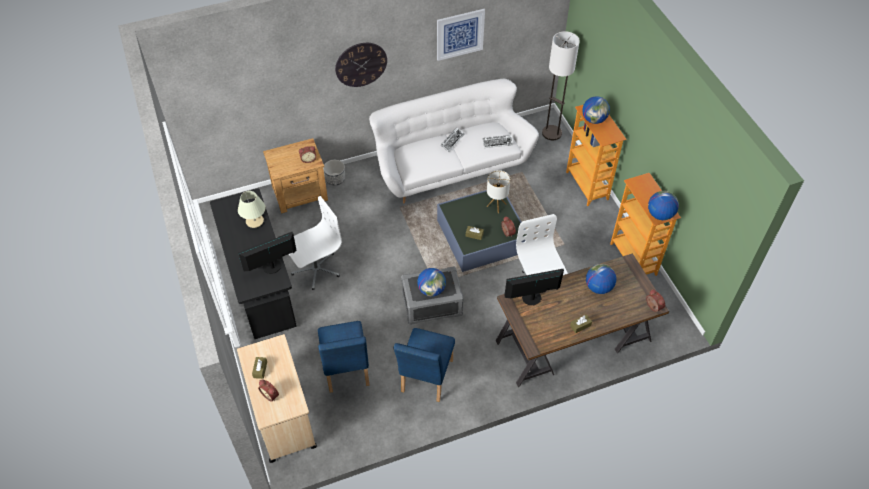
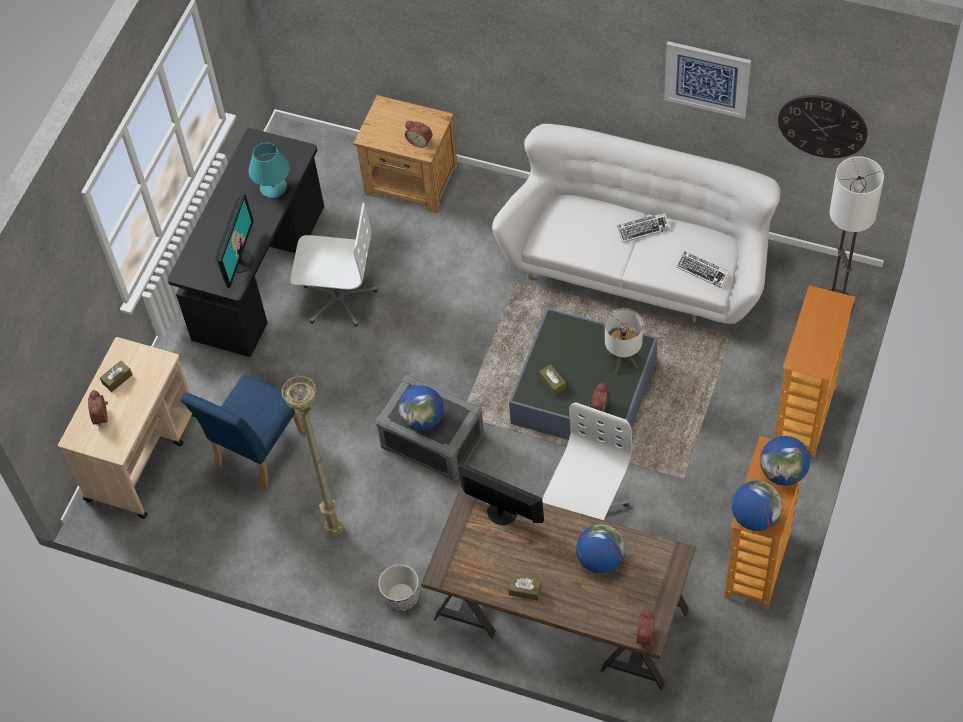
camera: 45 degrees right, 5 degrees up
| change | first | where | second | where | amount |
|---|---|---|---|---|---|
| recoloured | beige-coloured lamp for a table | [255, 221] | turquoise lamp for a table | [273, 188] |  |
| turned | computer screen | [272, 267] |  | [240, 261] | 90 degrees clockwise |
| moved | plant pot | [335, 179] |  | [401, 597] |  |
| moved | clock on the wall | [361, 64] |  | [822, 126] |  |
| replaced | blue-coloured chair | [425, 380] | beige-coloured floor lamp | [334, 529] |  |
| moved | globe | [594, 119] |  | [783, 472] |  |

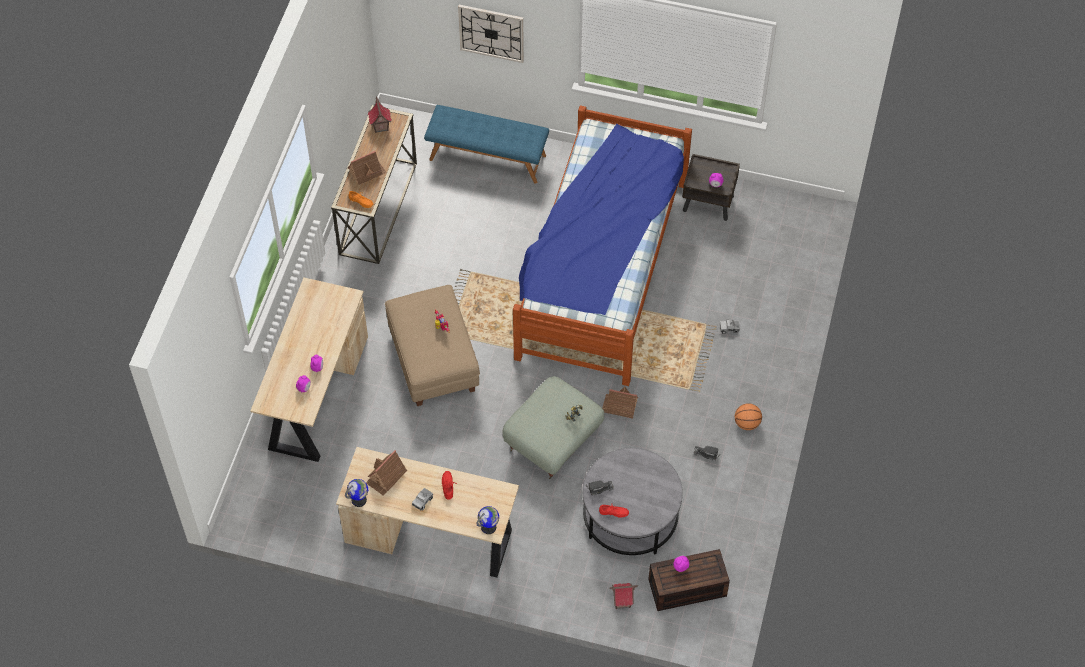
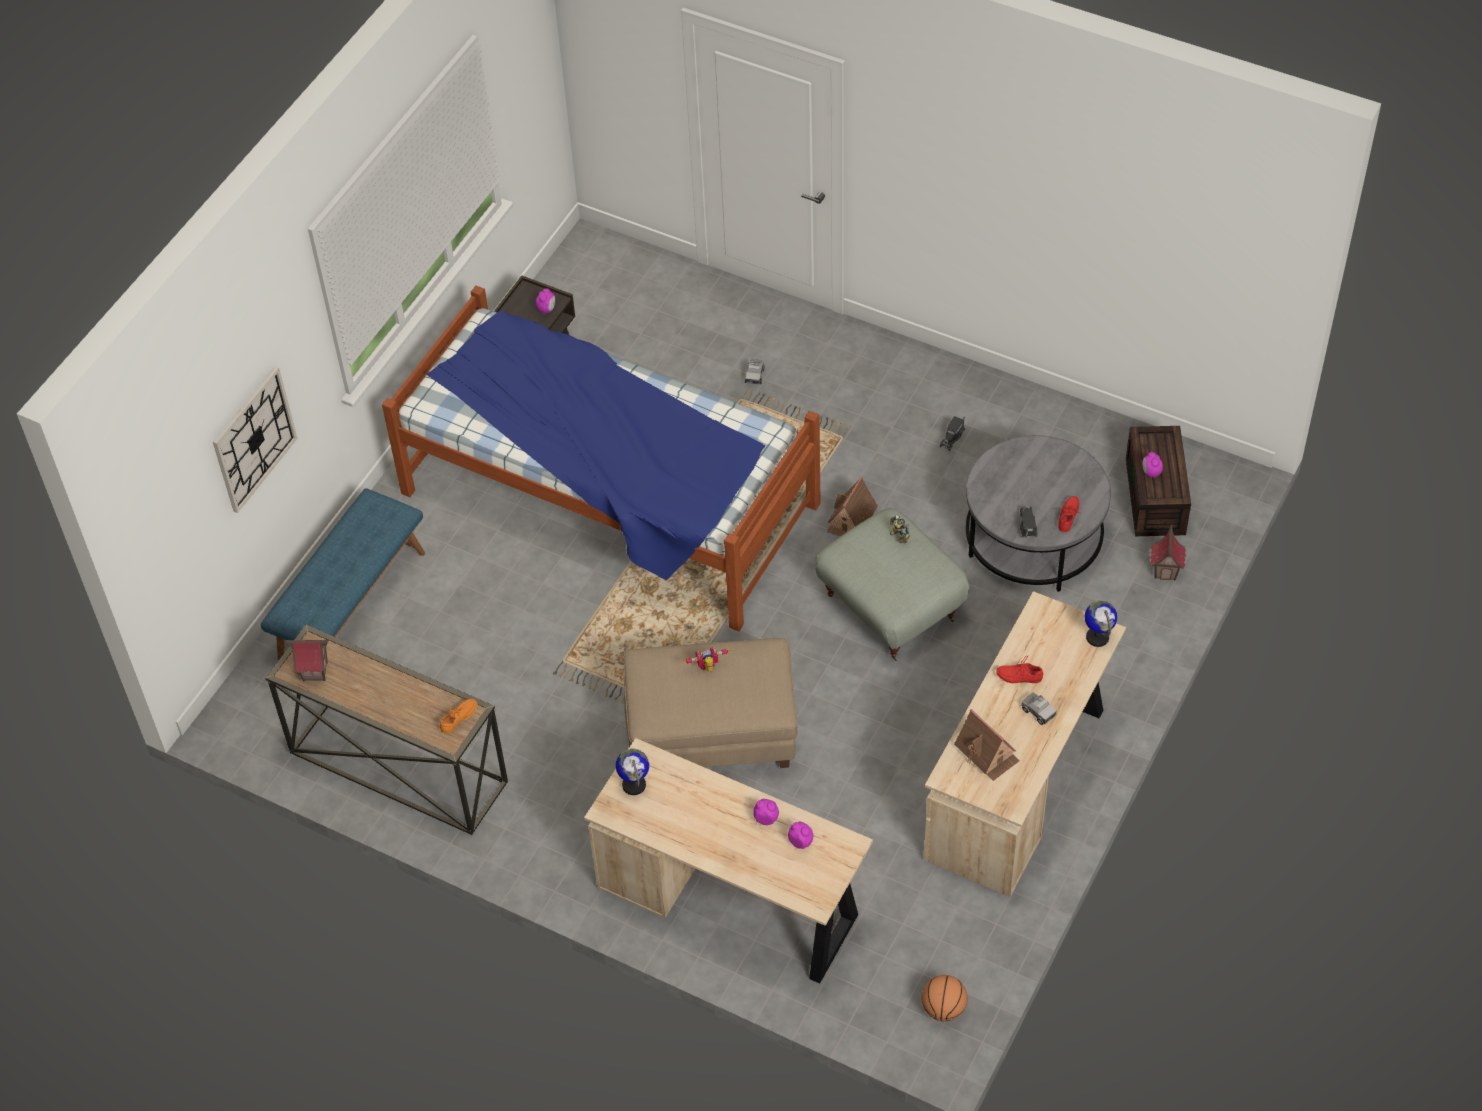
camera: 75 degrees left, 5 degrees down
| change | first | where | second | where | amount |
|---|---|---|---|---|---|
| moved | globe | [359, 500] |  | [634, 785] |  |
| removed | model house | [367, 172] |  |  |  |
| moved | basketball | [747, 423] |  | [943, 1008] |  |

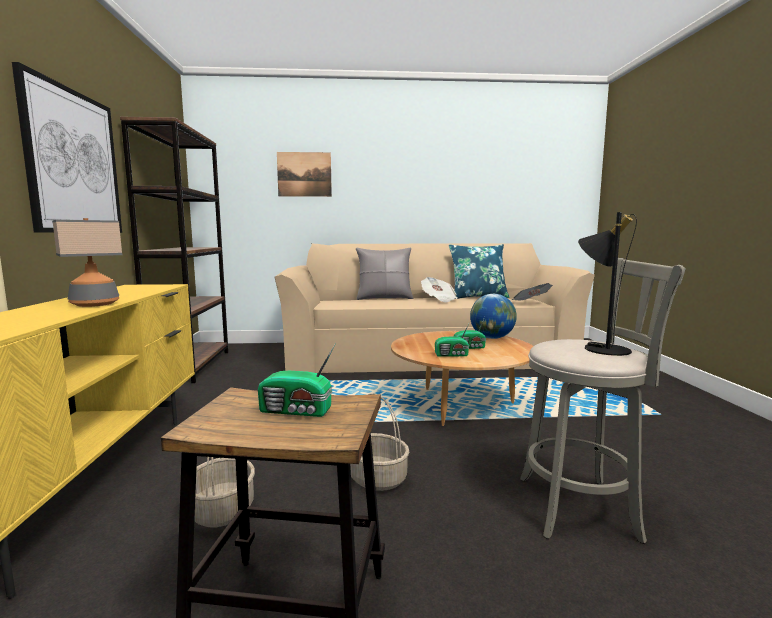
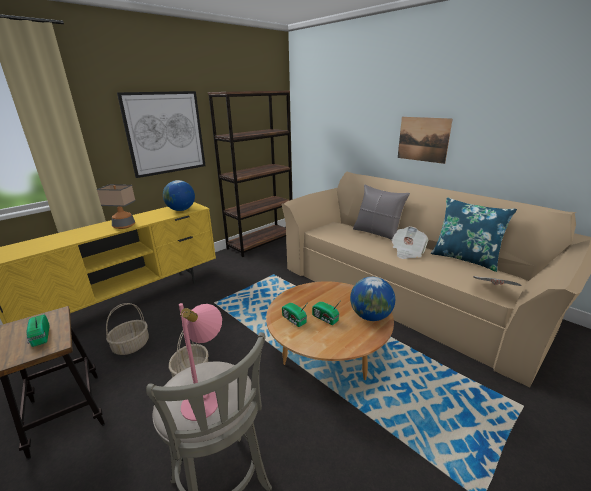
camera: 50 degrees right, 15 degrees up
| change | first | where | second | where | amount |
|---|---|---|---|---|---|
| moved | wall picture | [304, 174] |  | [423, 139] |  |
| recoloured | black lamp for a table | [600, 347] | pink-coloured lamp for a table | [205, 398] |  |
| added |  |  | globe | [181, 210] |  |

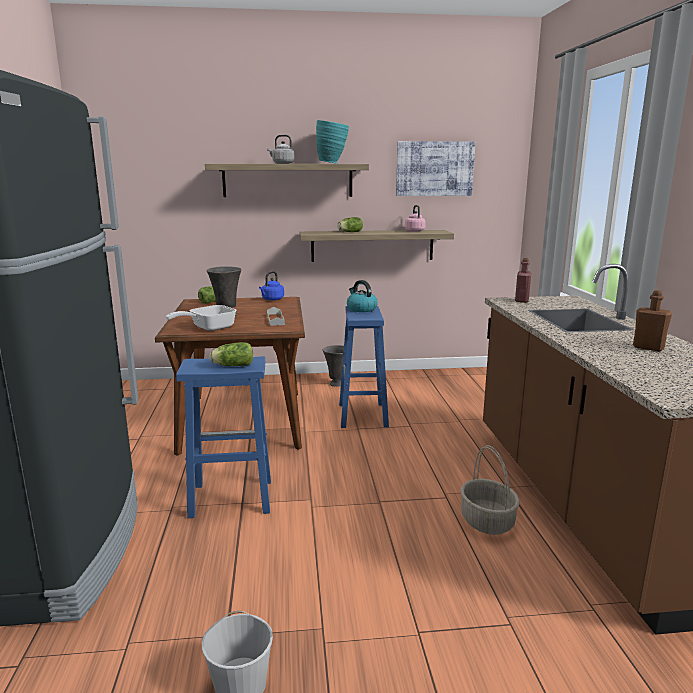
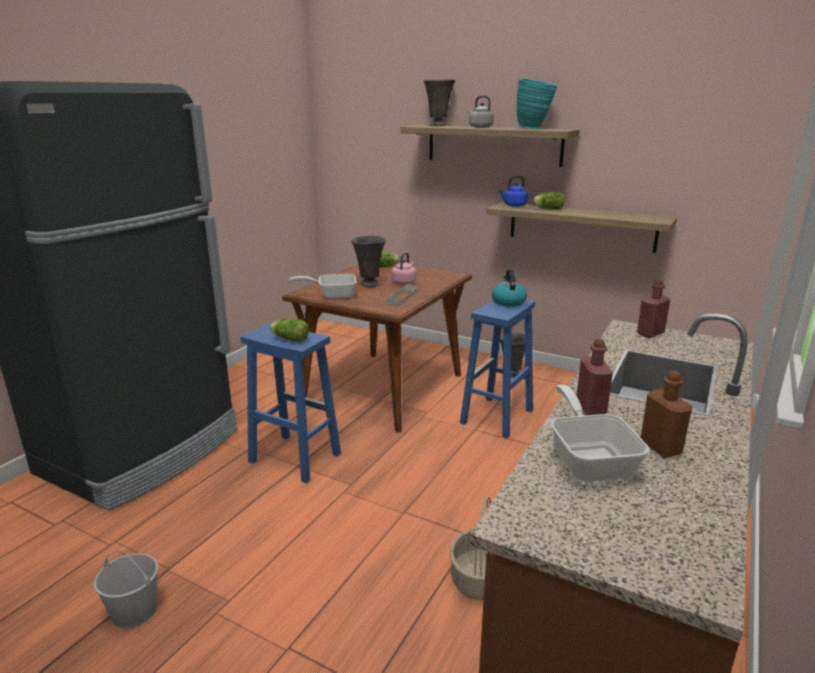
camera: 35 degrees right, 5 degrees up
| change | first | where | second | where | amount |
|---|---|---|---|---|---|
| moved | blue-coloured kettle | [272, 299] |  | [514, 205] |  |
| removed | wall picture | [434, 169] |  |  |  |
| moved | pink-coloured kettle | [414, 231] |  | [404, 282] |  |
| added |  |  | gray vase | [438, 126] |  |
| added |  |  | frying pan | [589, 459] |  |
| added |  |  | reddish bottle | [590, 408] |  |

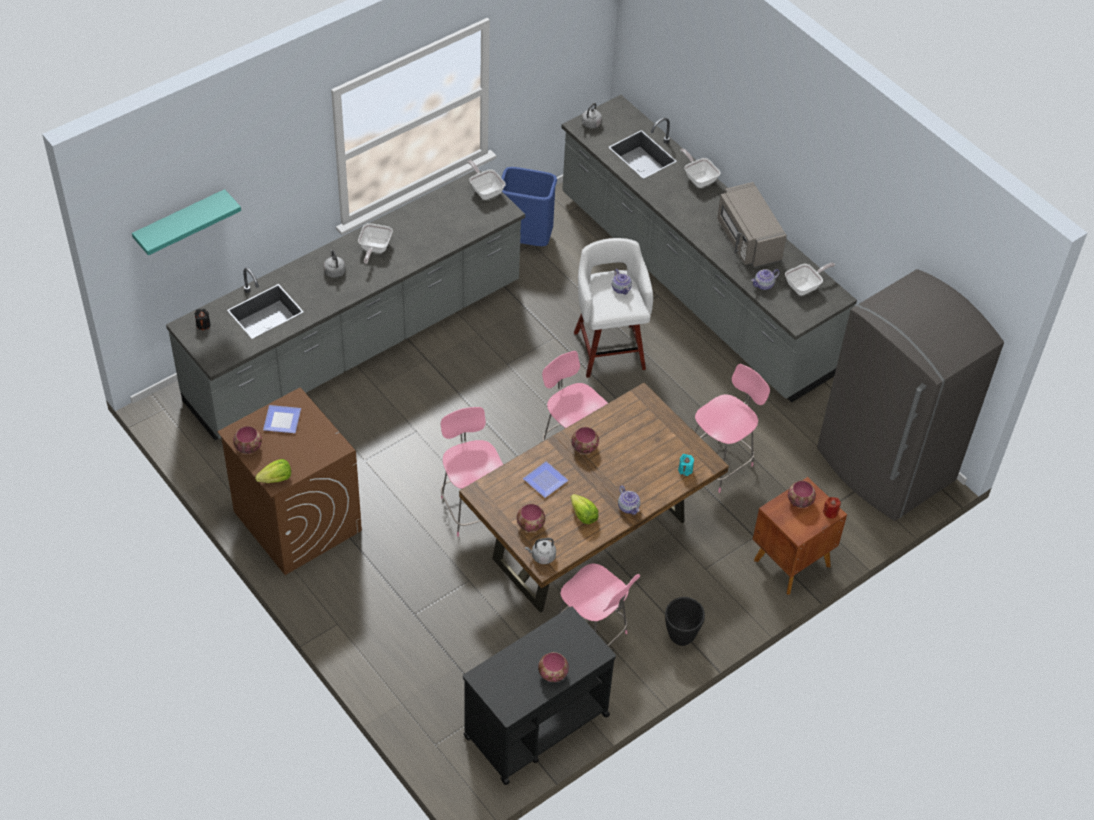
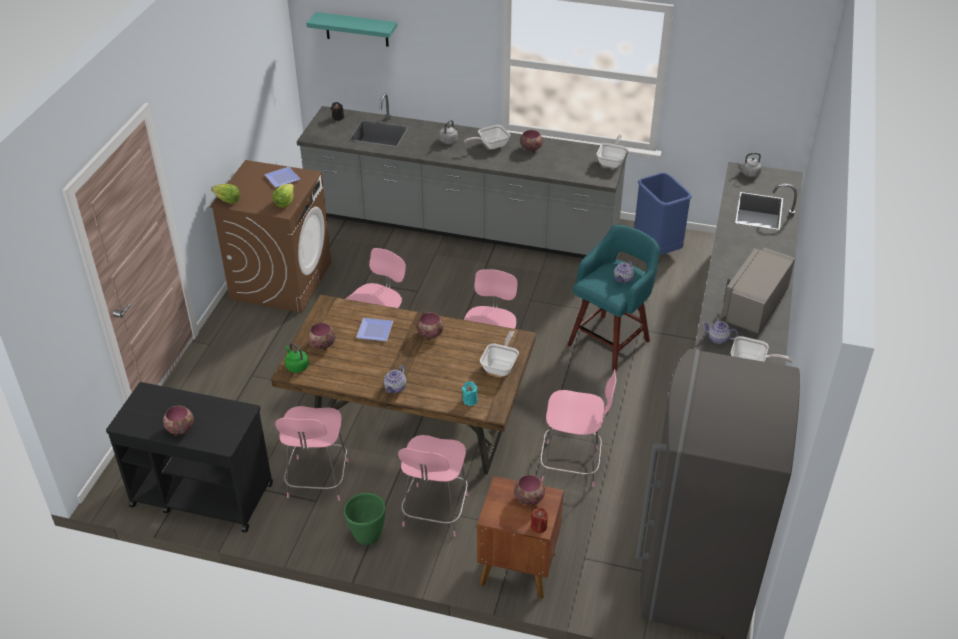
camera: 55 degrees right, 10 degrees down
| change | first | where | second | where | amount |
|---|---|---|---|---|---|
| moved | deep dish | [248, 447] |  | [531, 148] |  |
| recoloured | gray kettle | [542, 556] | green-coloured kettle | [296, 366] |  |
| moved | lettuce | [583, 515] |  | [285, 202] |  |
| recoloured | white stool | [609, 348] | turquoise stool | [610, 341] |  |
| recoloured | black plant pot | [681, 636] | green-coloured plant pot | [367, 536] |  |
| moved | frying pan | [698, 178] |  | [501, 366] |  |
| added |  |  | pink-coloured chair | [434, 512] |  |

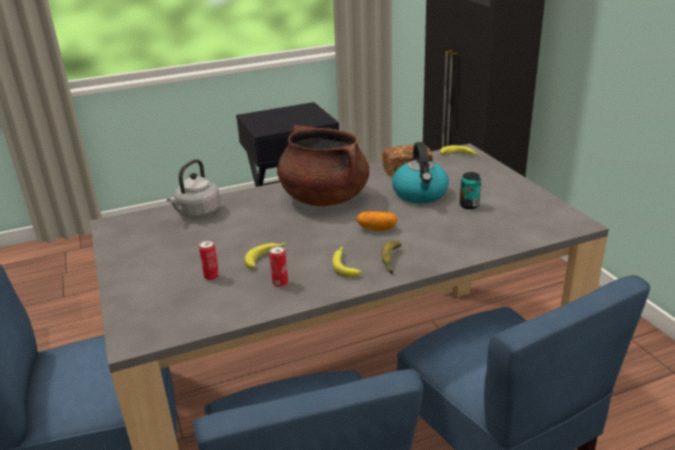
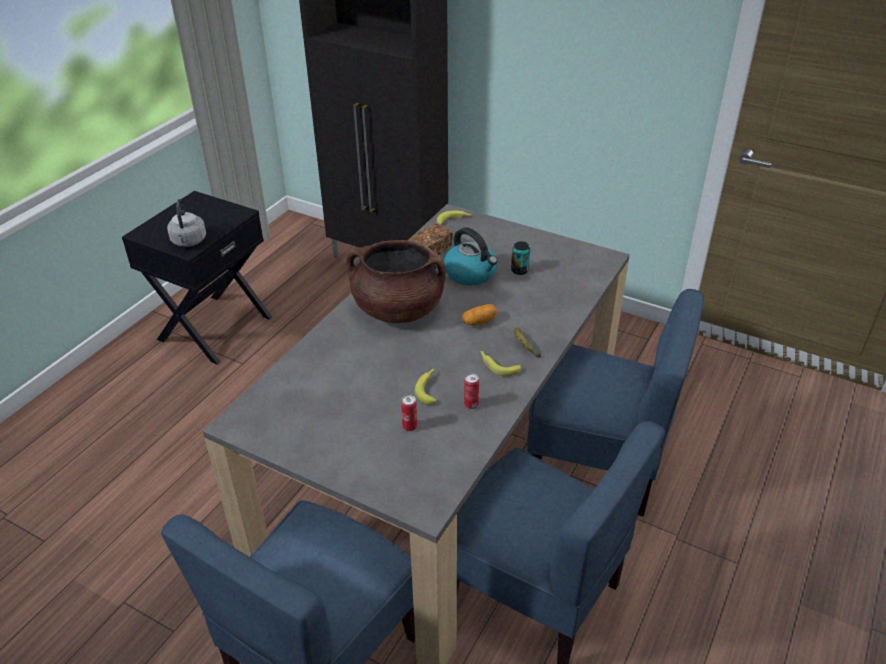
camera: 40 degrees left, 10 degrees up
| change | first | where | second | where | amount |
|---|---|---|---|---|---|
| moved | gray kettle | [197, 213] |  | [189, 242] |  |

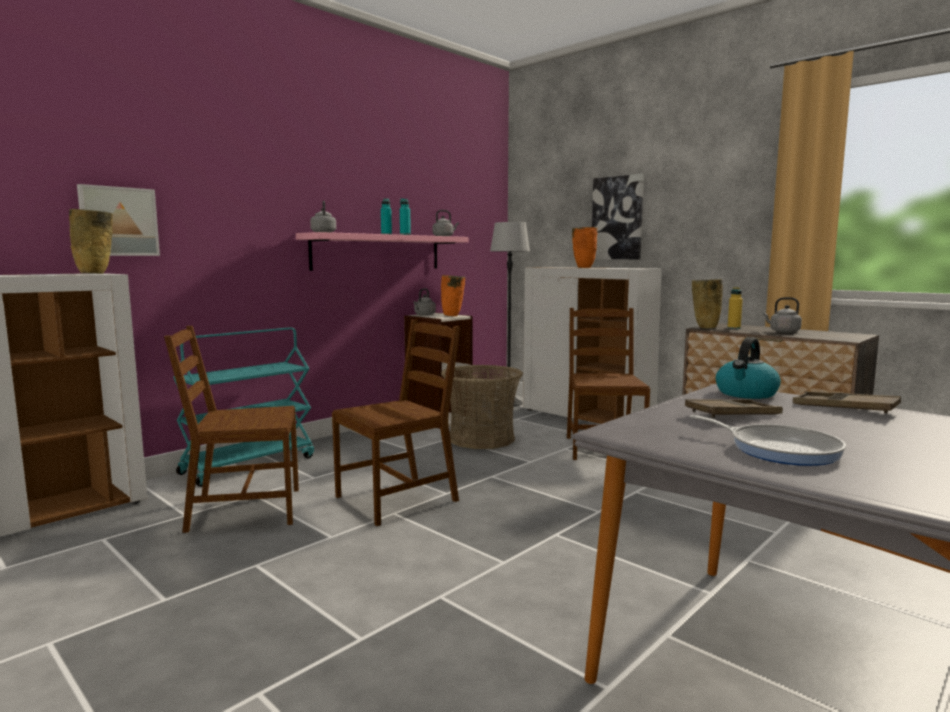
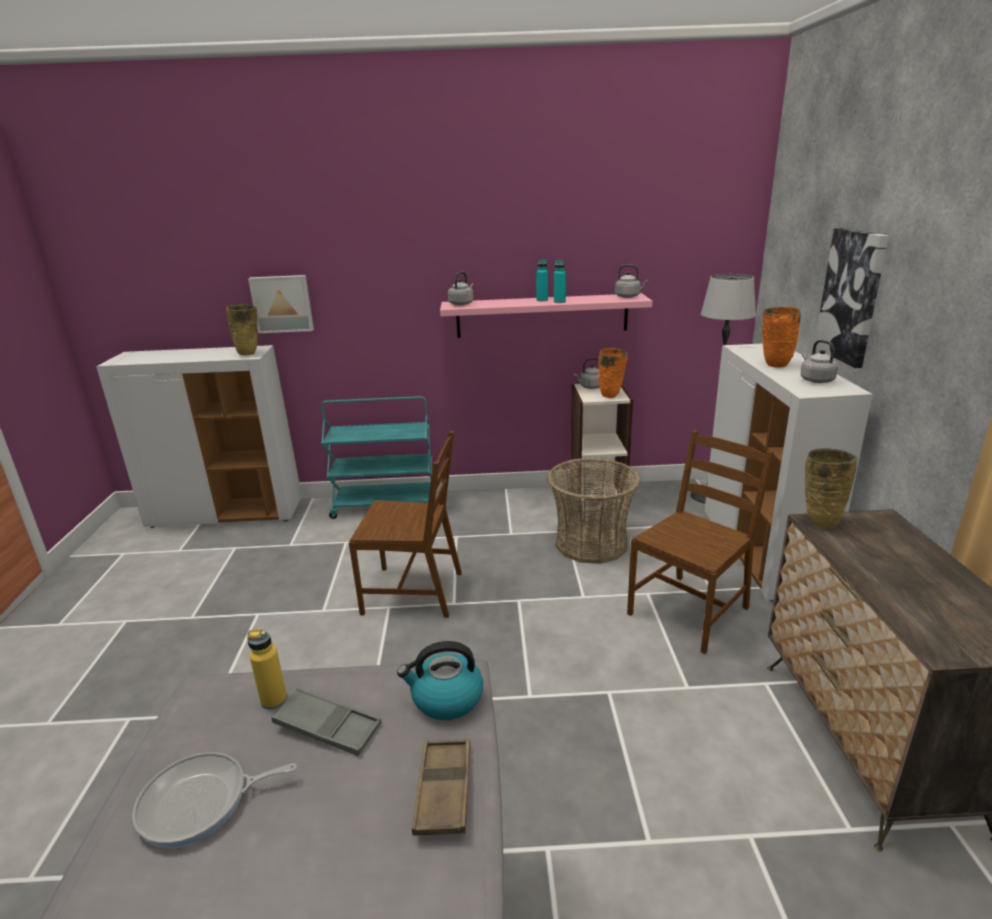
camera: 45 degrees right, 15 degrees up
| change | first | where | second | where | amount |
|---|---|---|---|---|---|
| removed | brown chair | [244, 510] |  |  |  |
| recoloured | brown carrying tray | [733, 414] | gray carrying tray | [328, 727] |  |
| turned | frying pan | [778, 449] |  | [200, 803] | 75 degrees clockwise |
| moved | yellow-coloured bottle | [733, 328] |  | [274, 700] |  |
| moved | gray kettle | [782, 331] |  | [815, 380] |  |

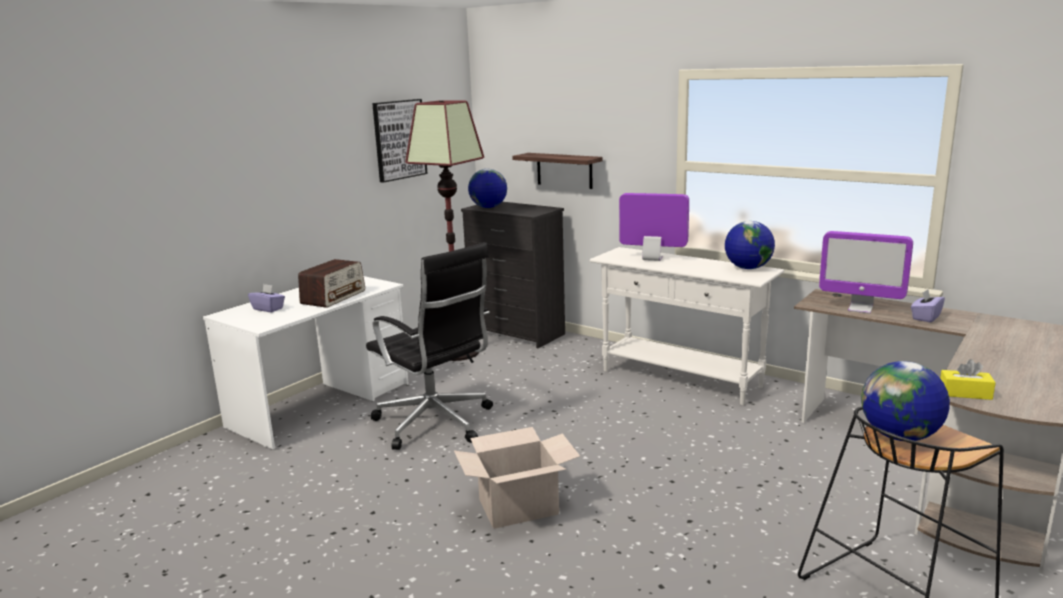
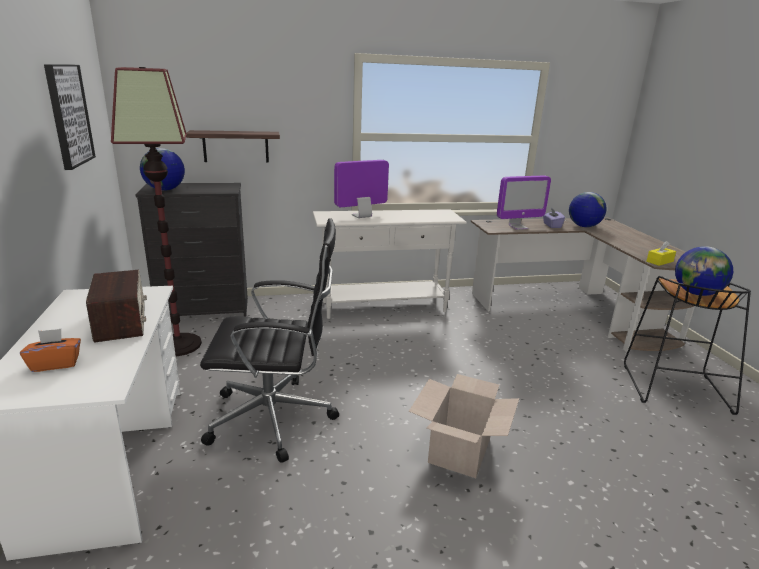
camera: 50 degrees left, 5 degrees up
| change | first | where | second | where | amount |
|---|---|---|---|---|---|
| recoloured | purplish box of tissues | [268, 309] | orange box of tissues | [56, 364] |  |
| moved | globe | [748, 268] |  | [583, 226] |  |

